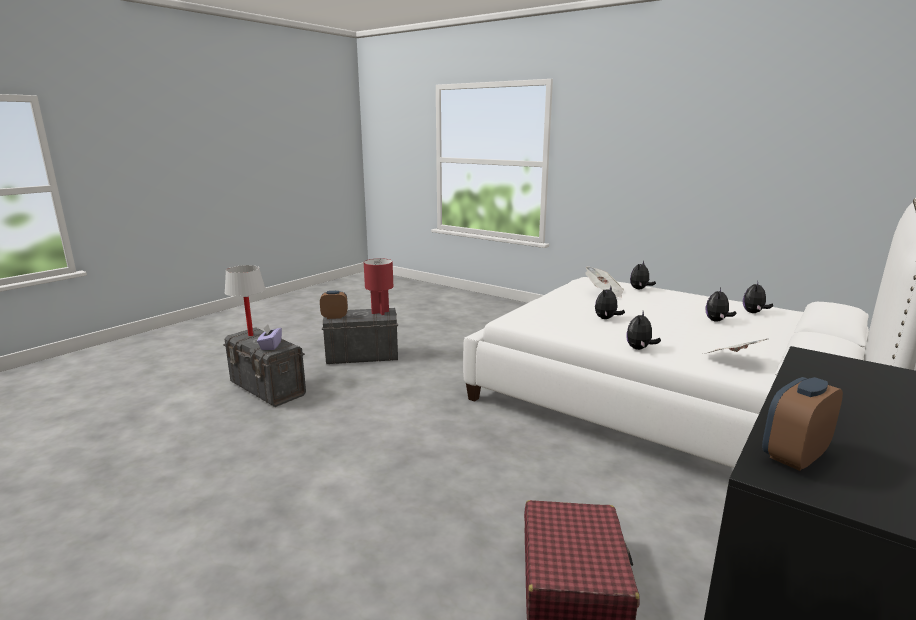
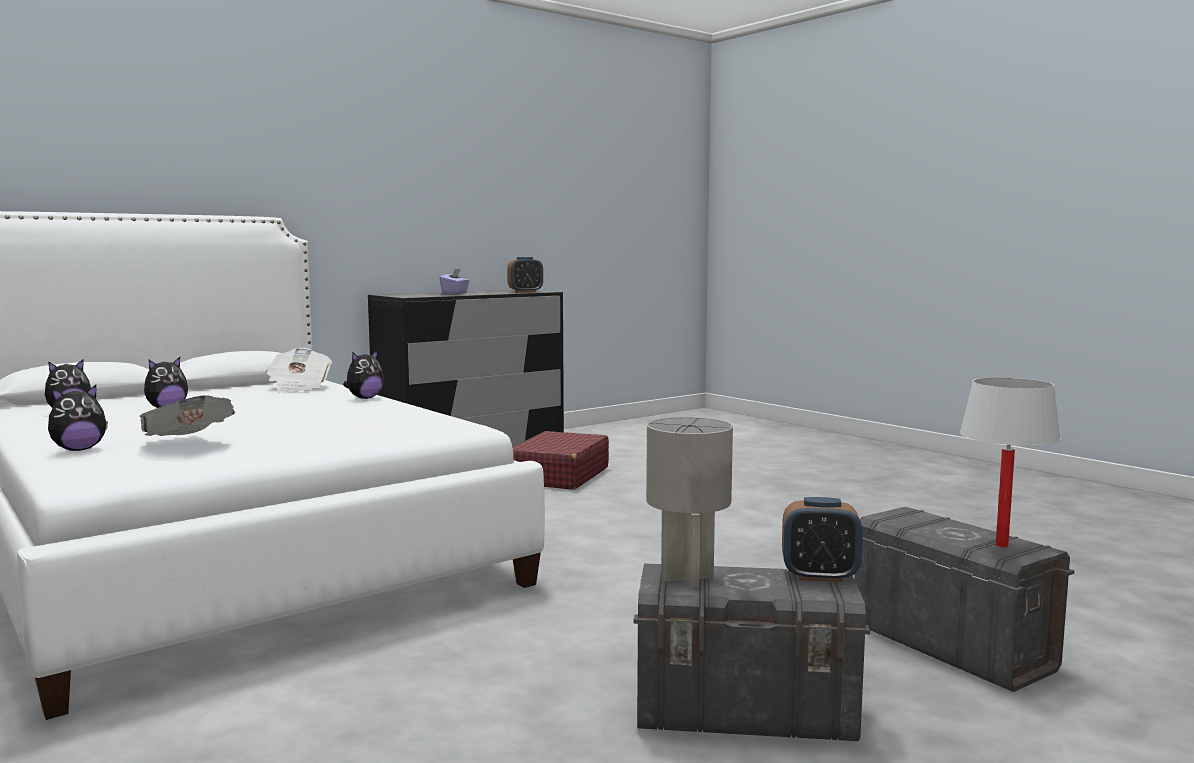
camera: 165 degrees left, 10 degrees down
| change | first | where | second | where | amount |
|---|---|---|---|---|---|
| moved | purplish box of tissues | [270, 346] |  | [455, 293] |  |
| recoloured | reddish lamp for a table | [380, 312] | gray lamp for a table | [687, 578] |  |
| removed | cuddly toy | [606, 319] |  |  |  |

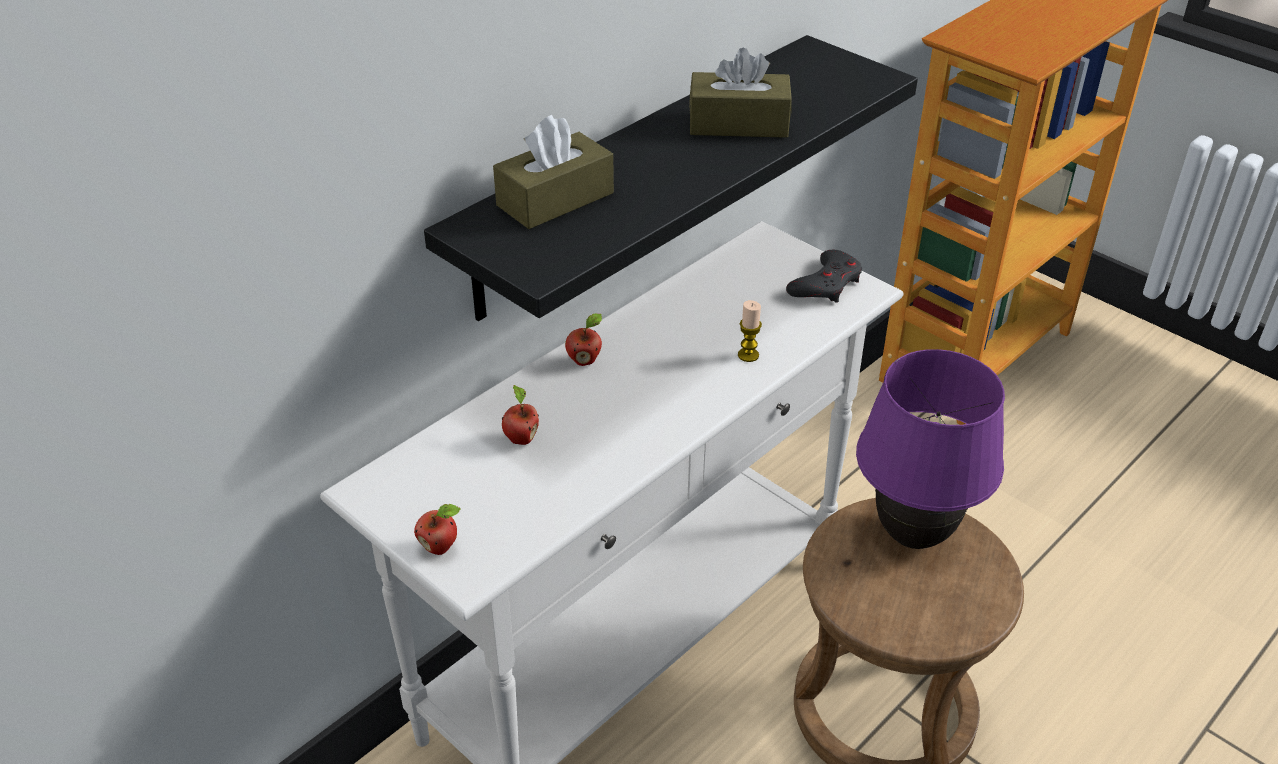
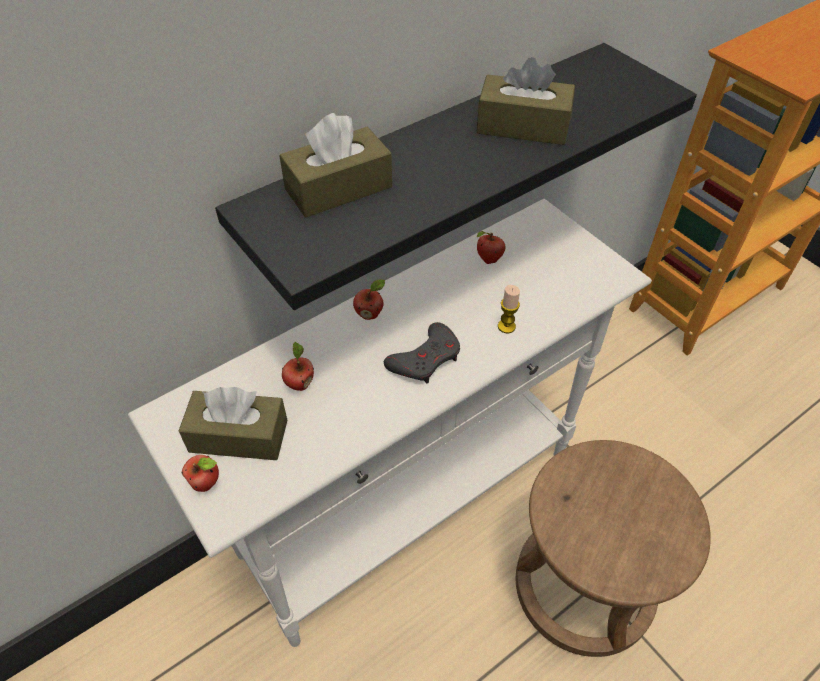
camera: 10 degrees right, 10 degrees up
| change | first | where | second | where | amount |
|---|---|---|---|---|---|
| moved | gray gamepad | [826, 284] |  | [425, 358] |  |
| removed | purplish lamp for a table | [914, 535] |  |  |  |
| added |  |  | brown box of tissues | [238, 436] |  |
| added |  |  | apple fruit | [488, 260] |  |

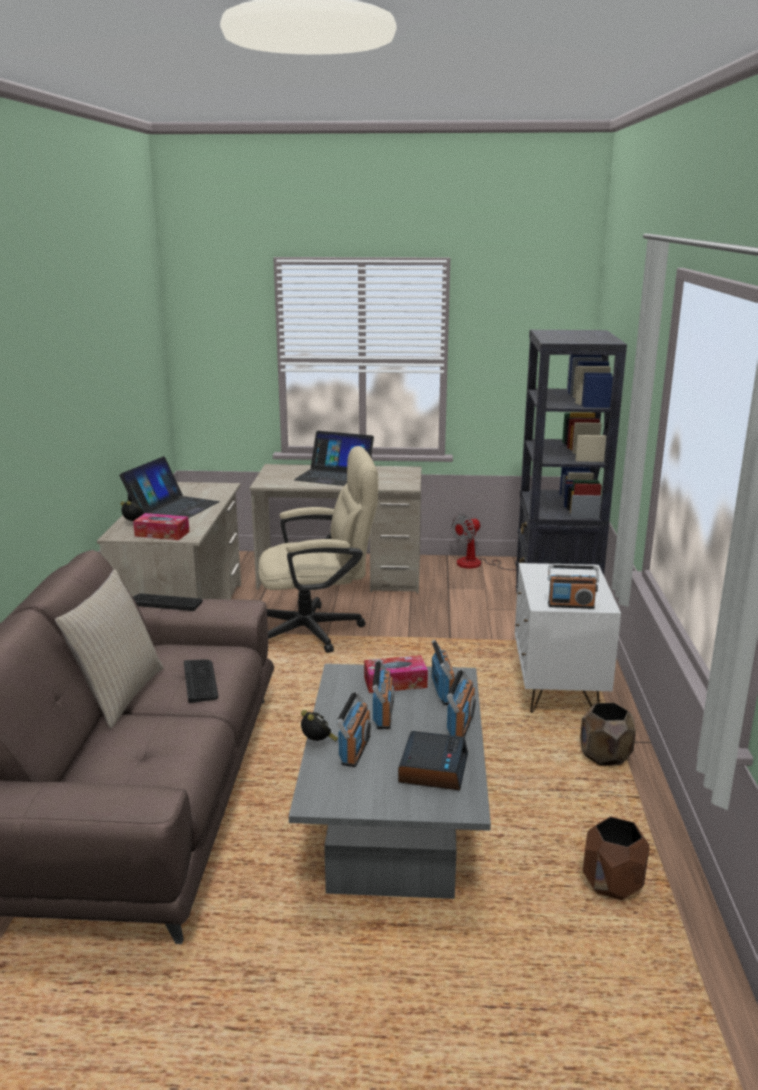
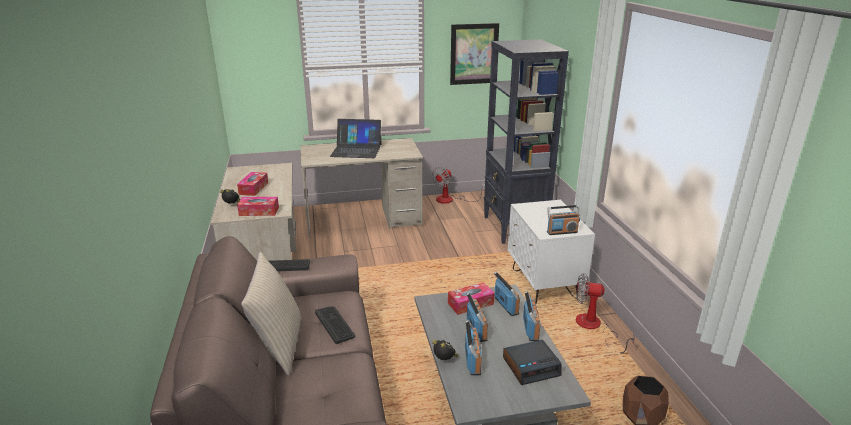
camera: 15 degrees left, 5 degrees up
| change | first | where | second | where | amount |
|---|---|---|---|---|---|
| replaced | portable computer | [172, 508] | box of tissues | [253, 188] |  |
| removed | beige-coloured computer chair | [318, 629] |  |  |  |
| turned | alarm clock | [432, 768] |  | [531, 366] | 75 degrees clockwise |
| replaced | brown plant pot | [605, 756] | electric fan | [594, 327] |  |
| added |  |  | wall picture | [474, 54] |  |

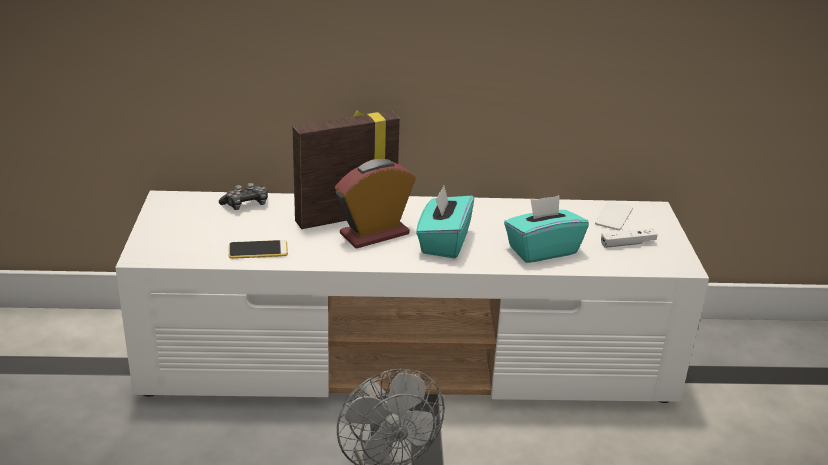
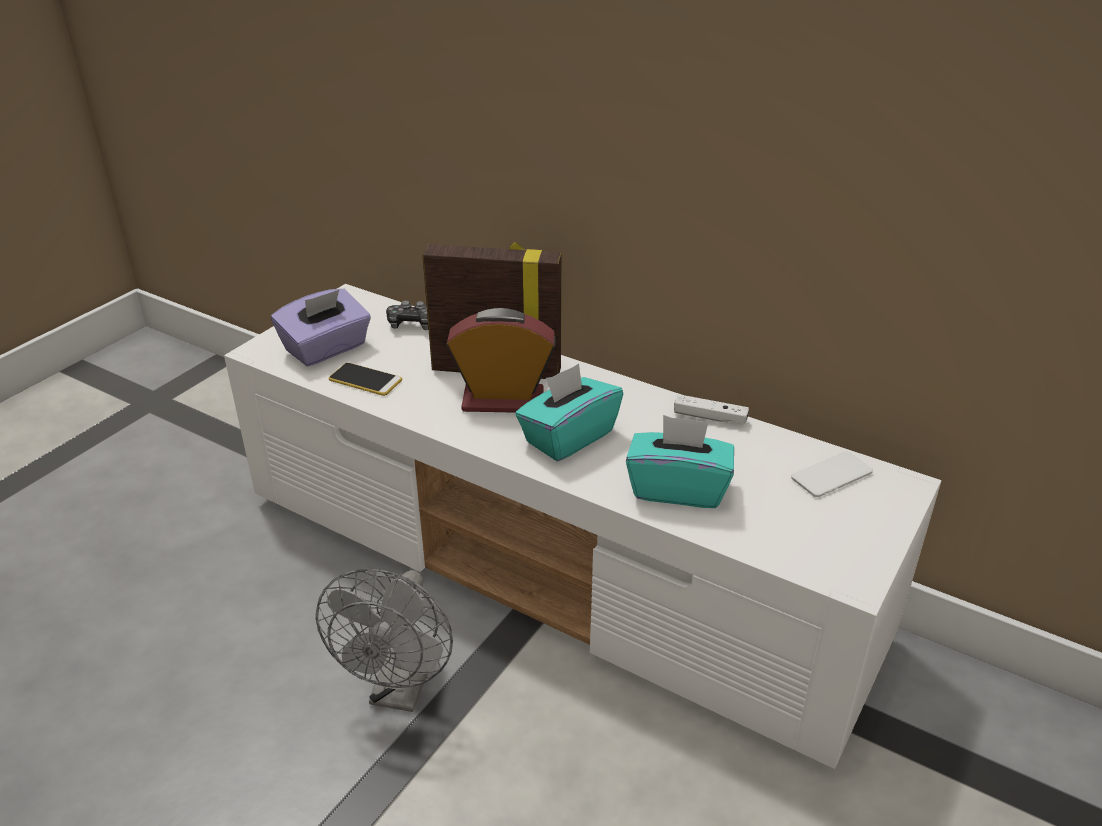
camera: 35 degrees right, 5 degrees up
| change | first | where | second | where | amount |
|---|---|---|---|---|---|
| moved | white gamepad | [627, 243] |  | [710, 417] |  |
| added |  |  | purplish box of tissues | [326, 349] |  |

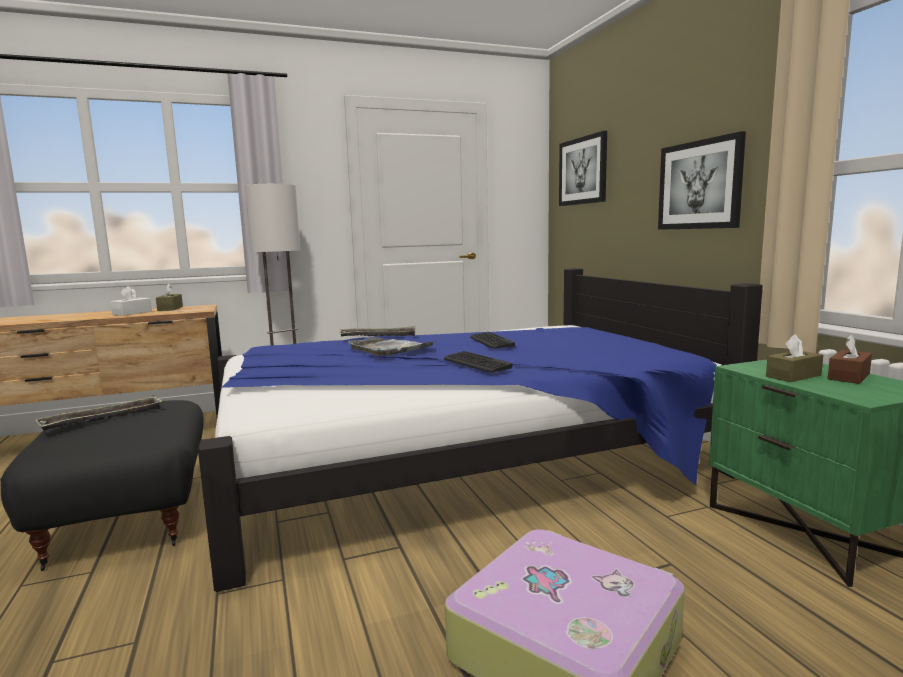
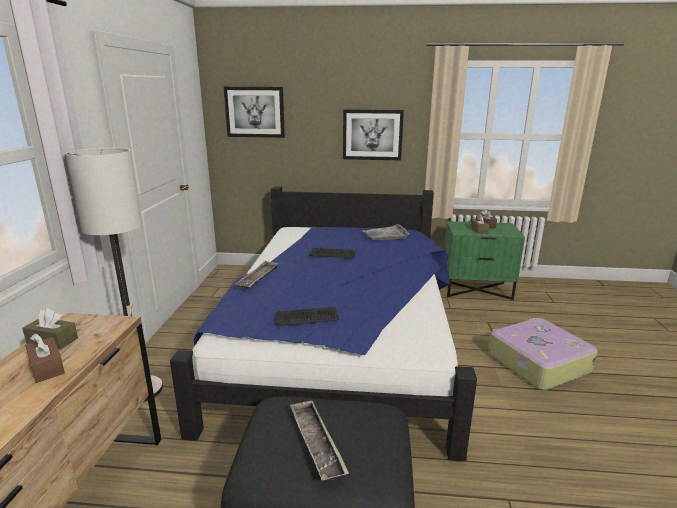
camera: 65 degrees left, 10 degrees up
| change | first | where | second | where | amount |
|---|---|---|---|---|---|
| recoloured | white box of tissues | [132, 313] | brown box of tissues | [47, 367] |  |
| moved | gray carrying tray | [389, 349] |  | [386, 235] |  |
| moved | keyboard | [476, 363] |  | [306, 317] |  |

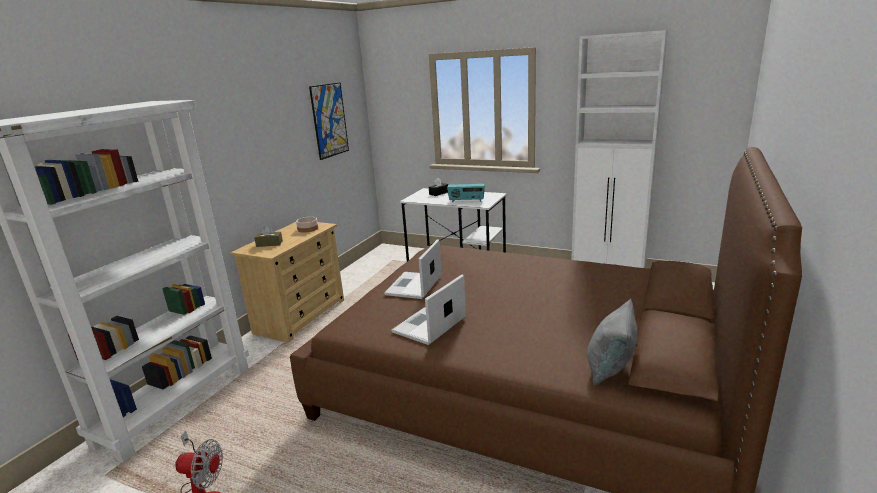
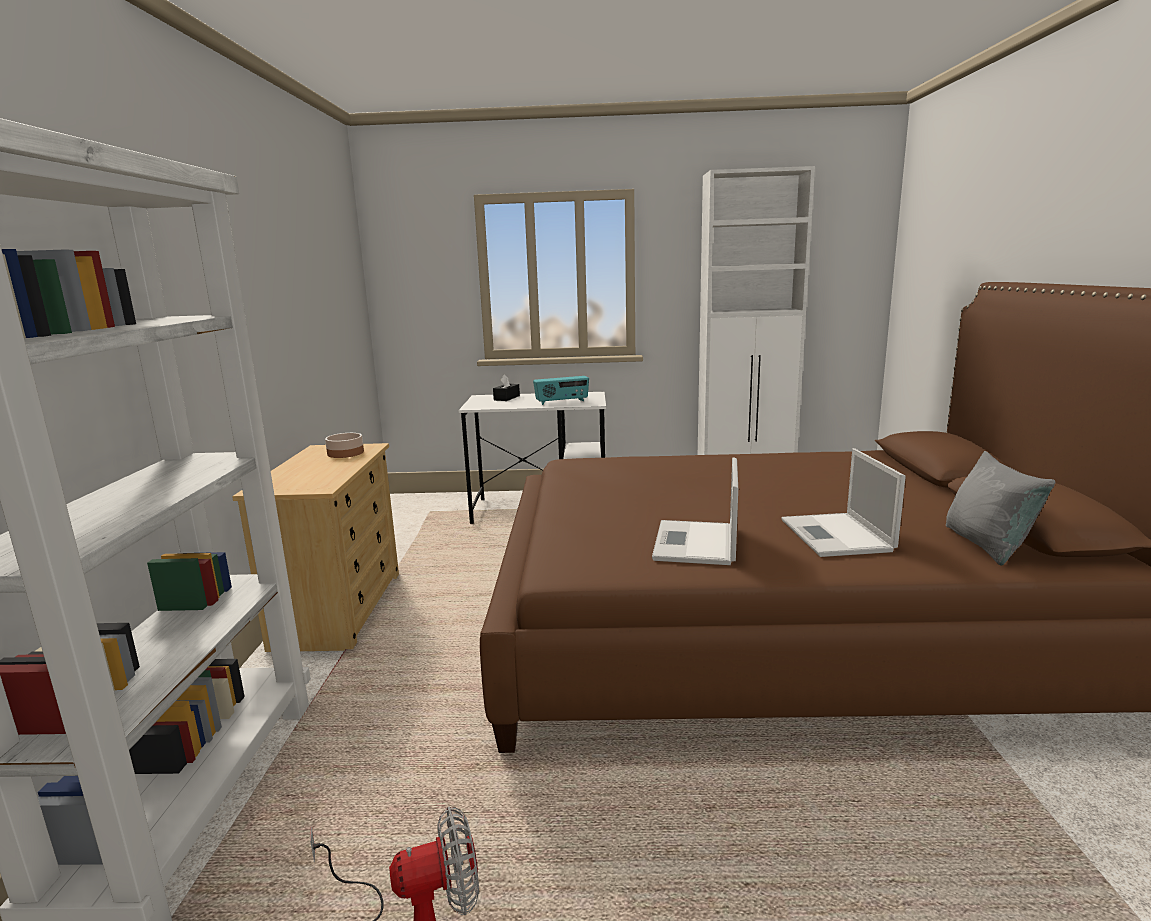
camera: 25 degrees left, 5 degrees down
| change | first | where | second | where | amount |
|---|---|---|---|---|---|
| removed | brown box of tissues | [269, 244] |  |  |  |
| removed | wall picture | [329, 120] |  |  |  |
| moved | portable computer | [413, 286] |  | [837, 536] |  |

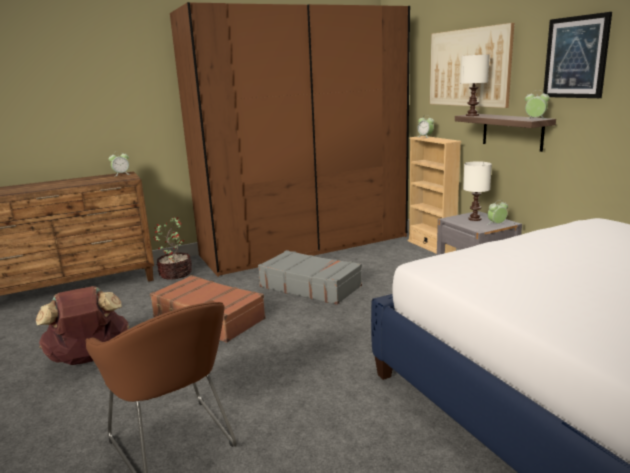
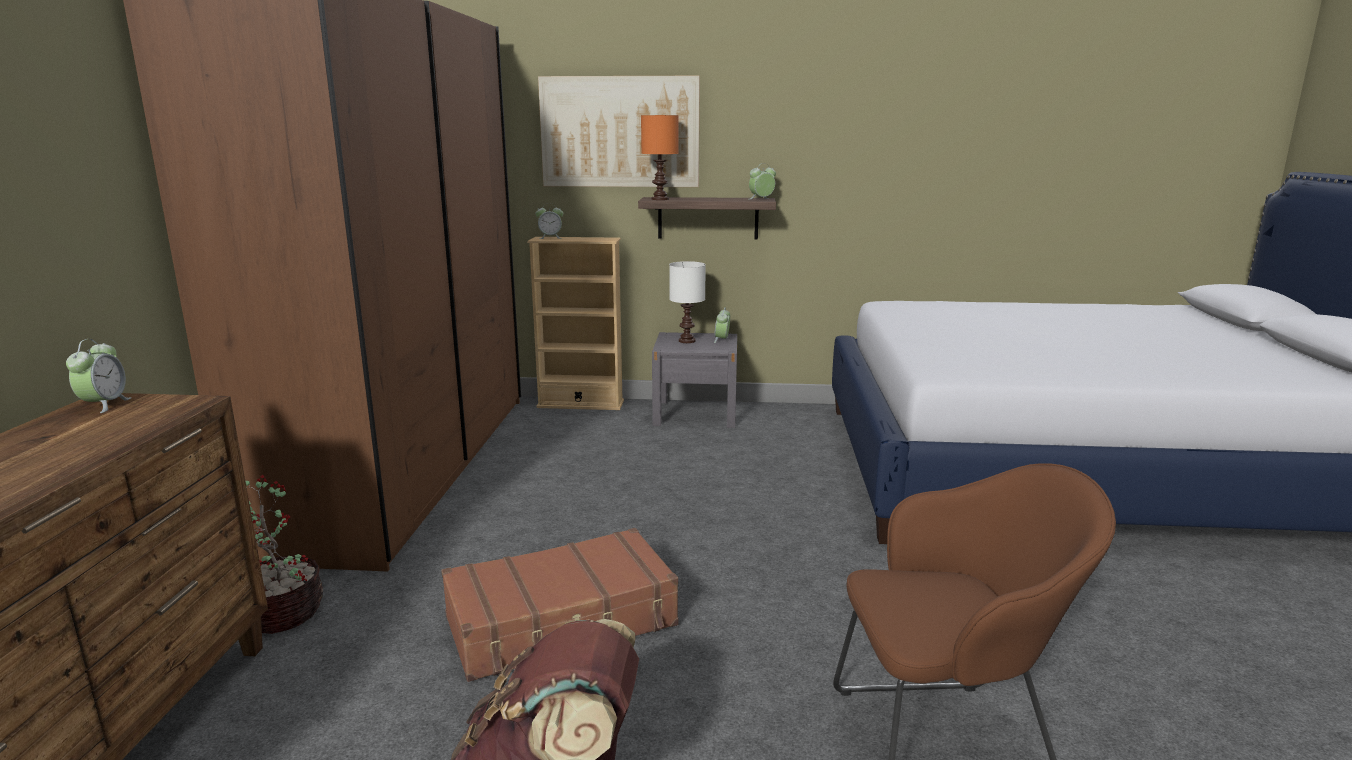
camera: 60 degrees left, 0 degrees up
| change | first | where | second | where | amount |
|---|---|---|---|---|---|
| removed | gray travel case | [310, 286] |  |  |  |
| recoloured | white lamp for a table | [472, 115] | orange lamp for a table | [660, 199] |  |
| removed | wall picture | [576, 57] |  |  |  |

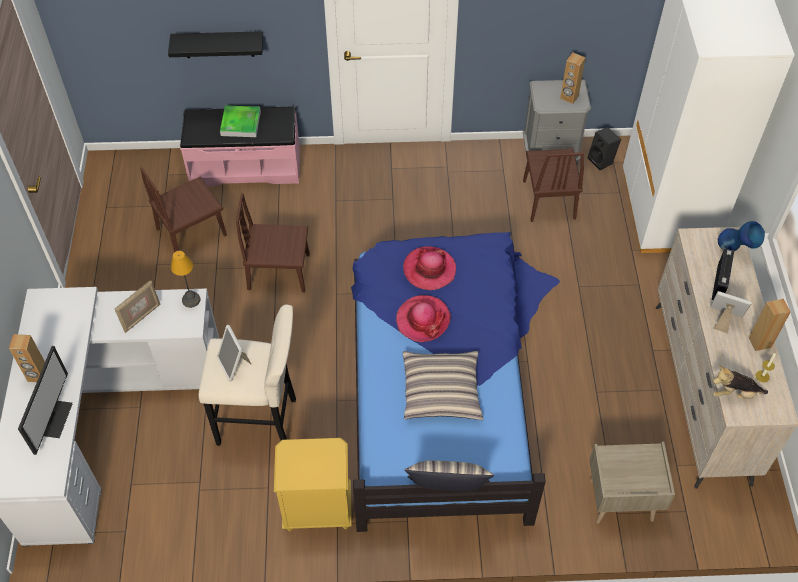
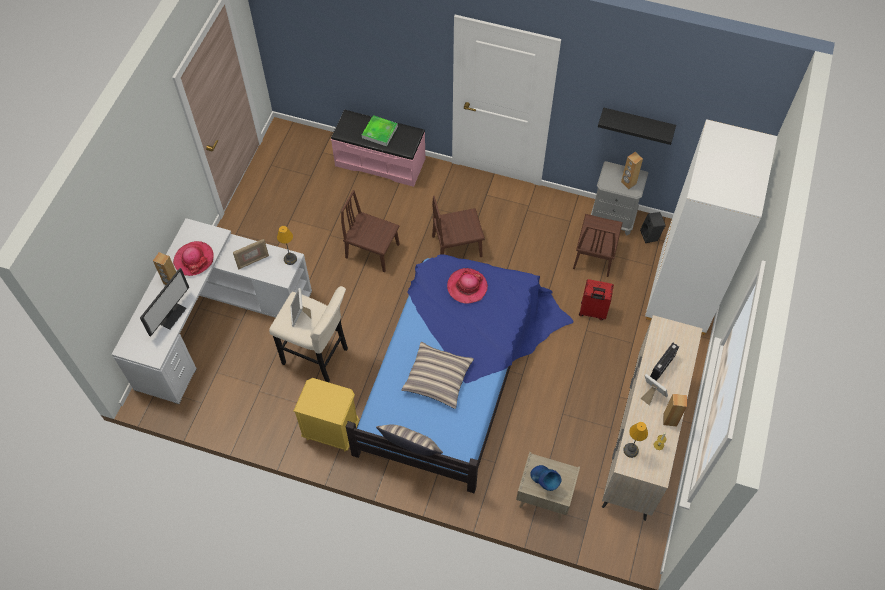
camera: 20 degrees right, 5 degrees up
| change | first | where | second | where | amount |
|---|---|---|---|---|---|
| moved | brown chair | [191, 232] |  | [457, 246] |  |
| moved | black wall shelf | [218, 44] |  | [637, 124] |  |
| moved | hat | [422, 319] |  | [194, 259] |  |
| replaced | cuddly toy | [733, 393] | lamp for a table | [631, 450] |  |
| moved | blue-coloured vase | [736, 251] |  | [544, 483] |  |
| added |  |  | reddish travel case | [592, 312] |  |

